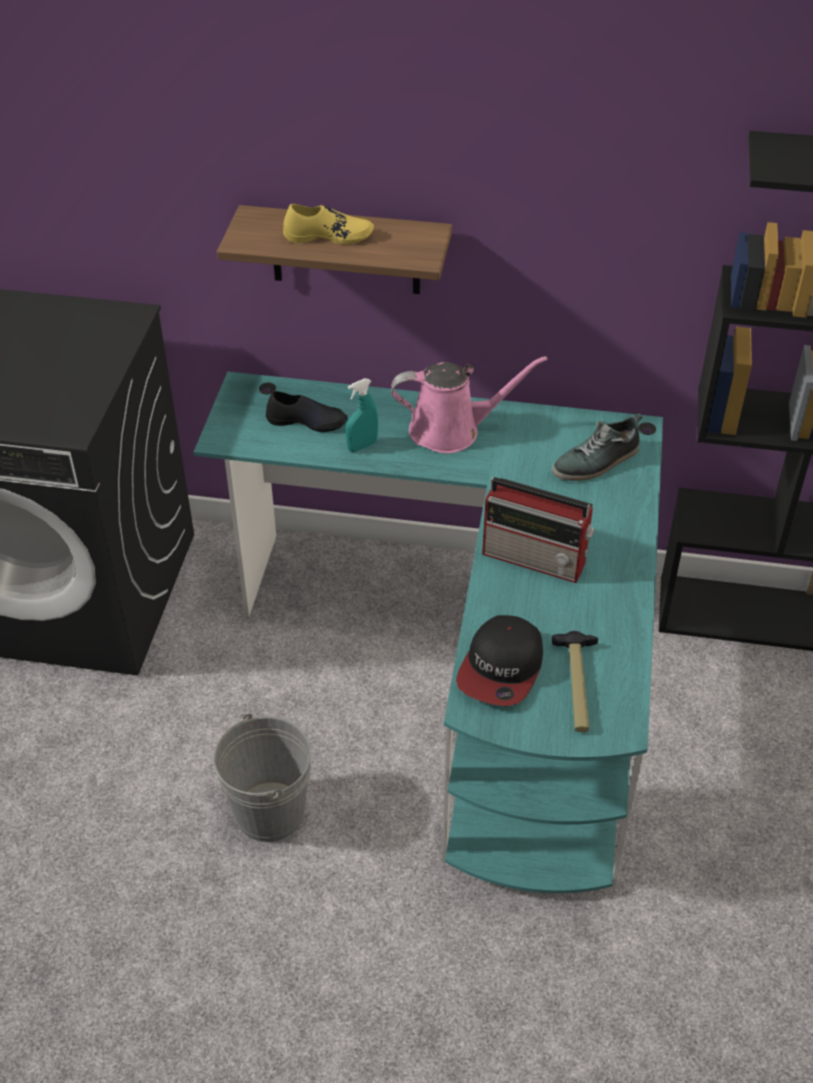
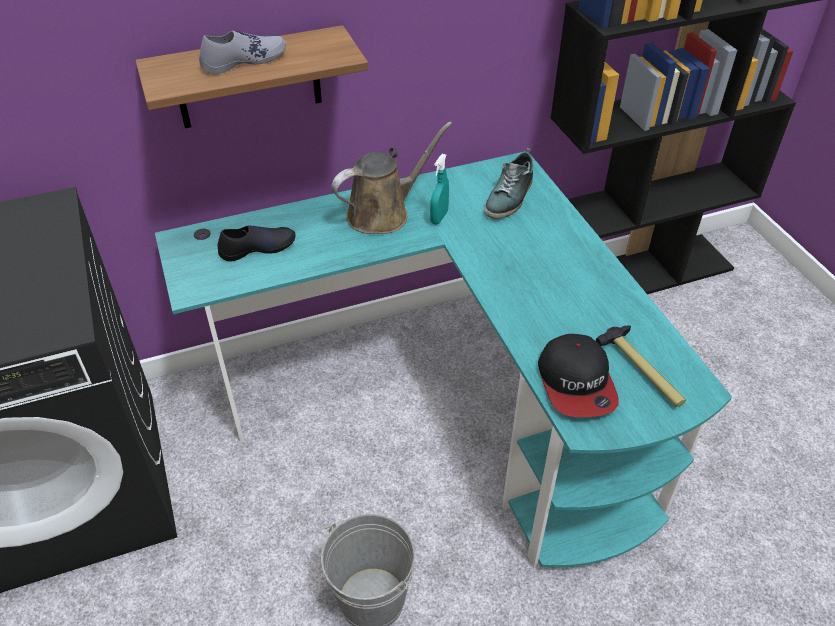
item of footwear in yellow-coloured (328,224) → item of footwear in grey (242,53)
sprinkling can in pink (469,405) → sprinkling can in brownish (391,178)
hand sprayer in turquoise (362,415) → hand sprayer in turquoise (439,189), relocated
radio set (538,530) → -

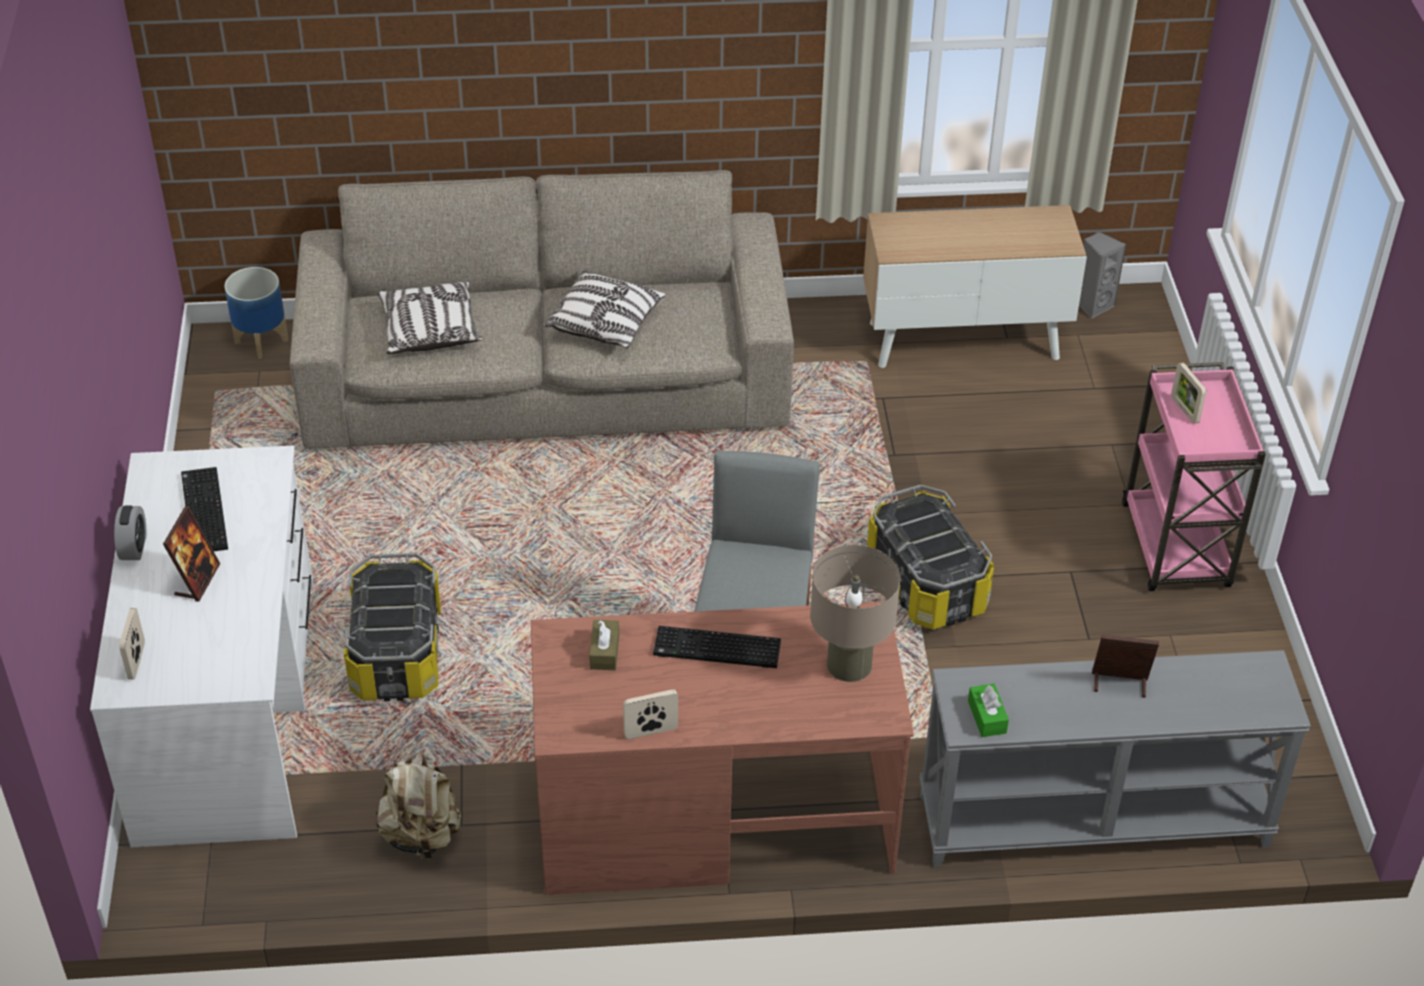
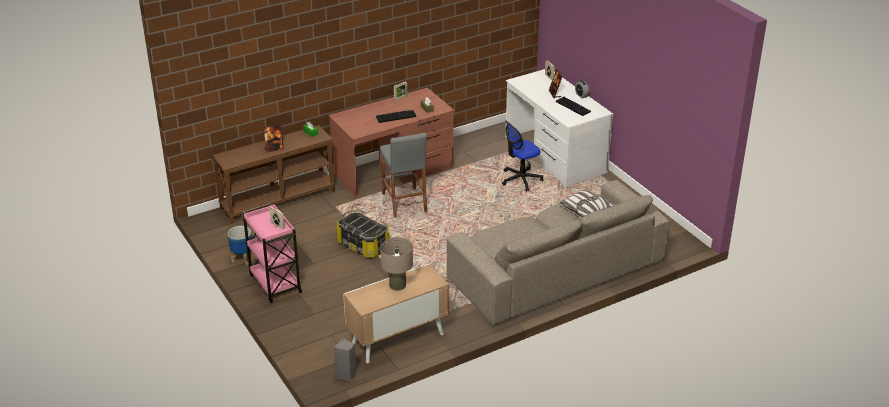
console table in grey (1115,758) → console table in brownish (274,174)
planter (256,313) → planter (241,245), relocated
table lamp in beige (855,613) → table lamp in beige (396,264), relocated
storage container (392,627) → computer chair (523,155)
backpack in beige (418,806) → -
pillow (605,309) → -

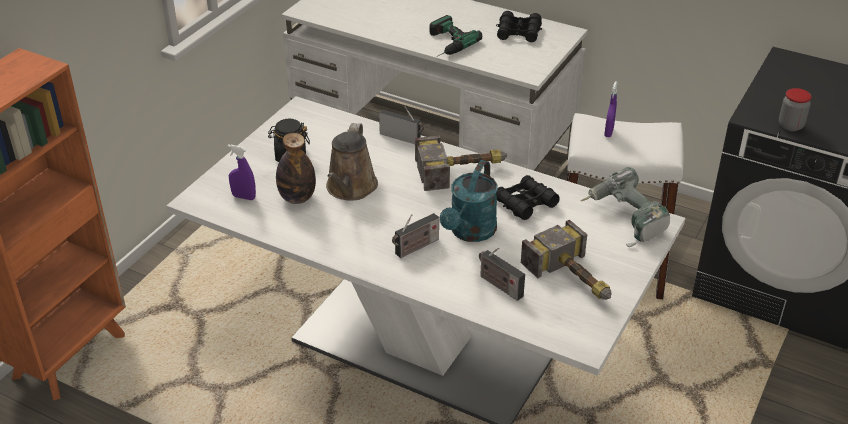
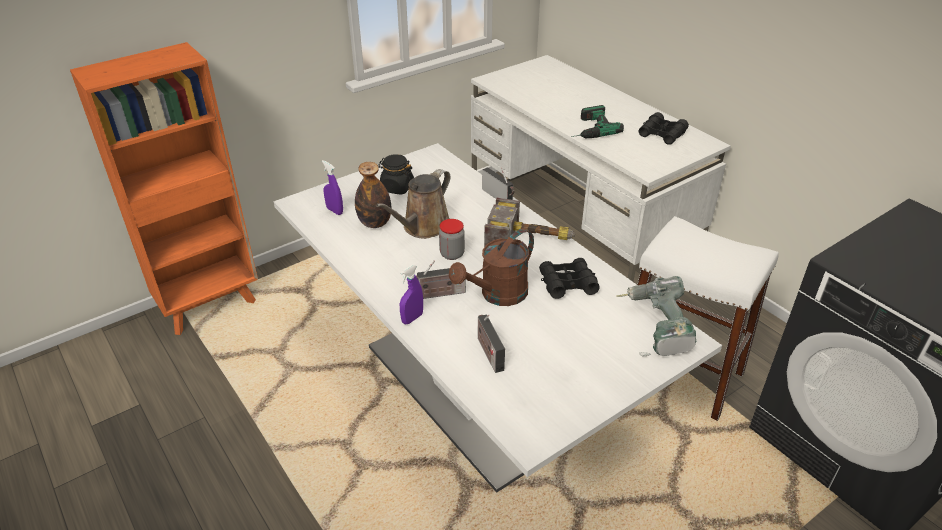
hand sprayer in purple (611,109) → hand sprayer in purple (411,294), relocated
preserve jar (795,109) → preserve jar (452,239), relocated
sprinkling can in turquoise (469,201) → sprinkling can in brownish (491,267)
hand hammer (566,260) → -

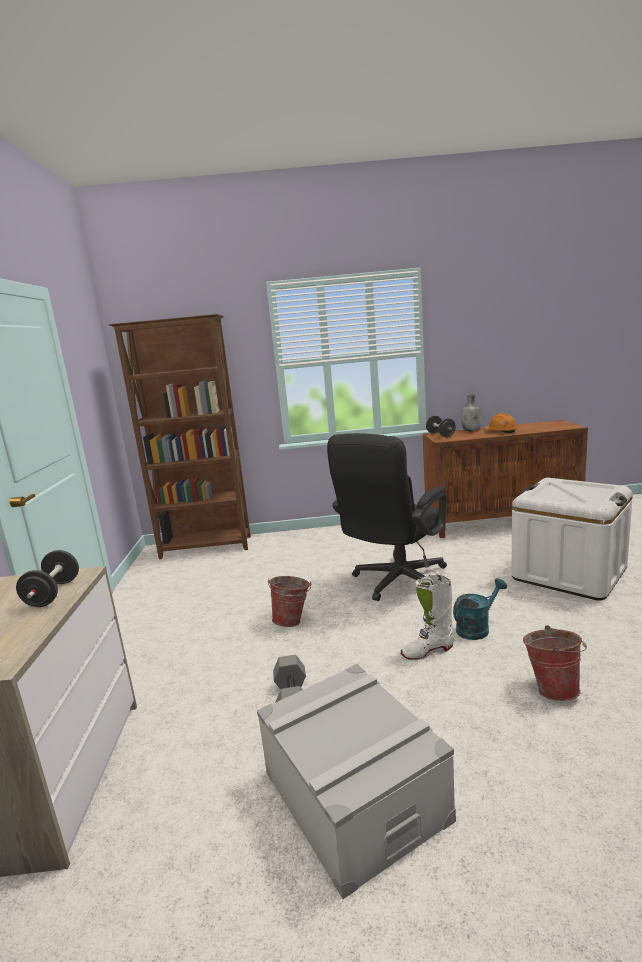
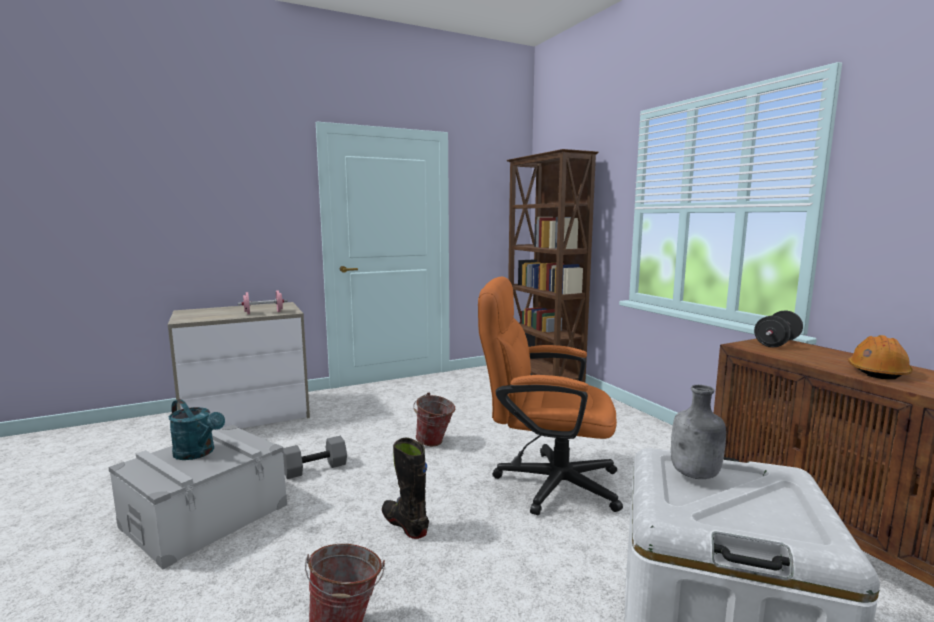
sprinkling can in turquoise (480,609) → sprinkling can in turquoise (197,429), relocated
free weight in black (47,578) → free weight in pink (263,302)
tall boot in whitish (427,617) → tall boot in black (405,488)
computer chair in black (387,517) → computer chair in orange (550,396)
drink bottle in grey (471,412) → drink bottle in grey (698,432), relocated

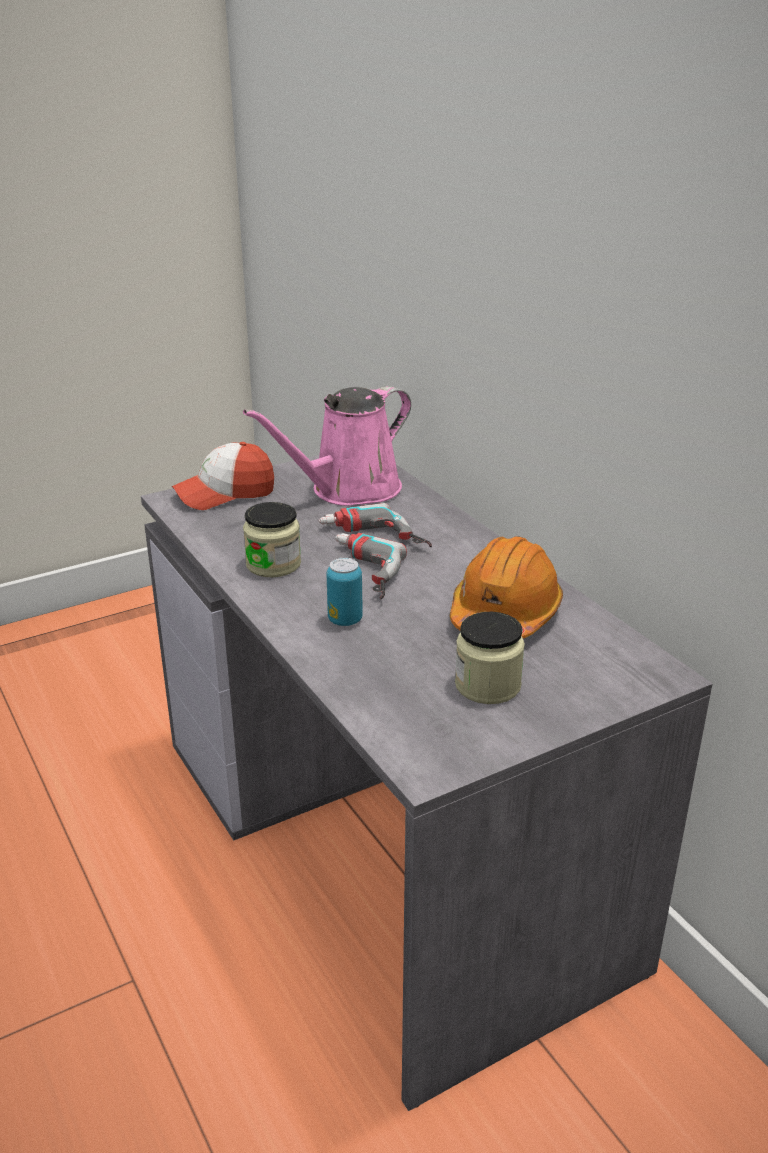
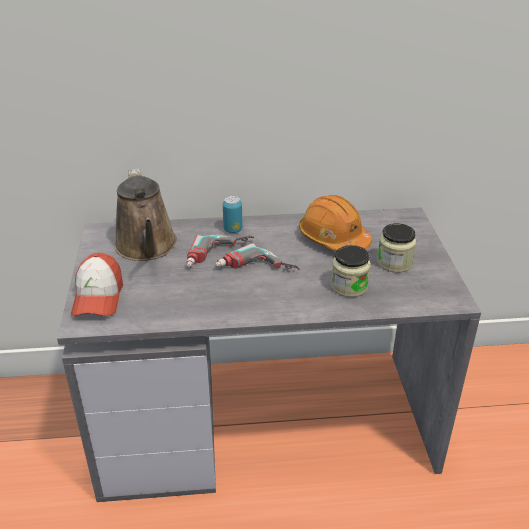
sprinkling can in pink (327,446) → sprinkling can in brownish (145,214)
metal can (345,592) → metal can (233,214), relocated
preserve jar (272,539) → preserve jar (351,271), relocated

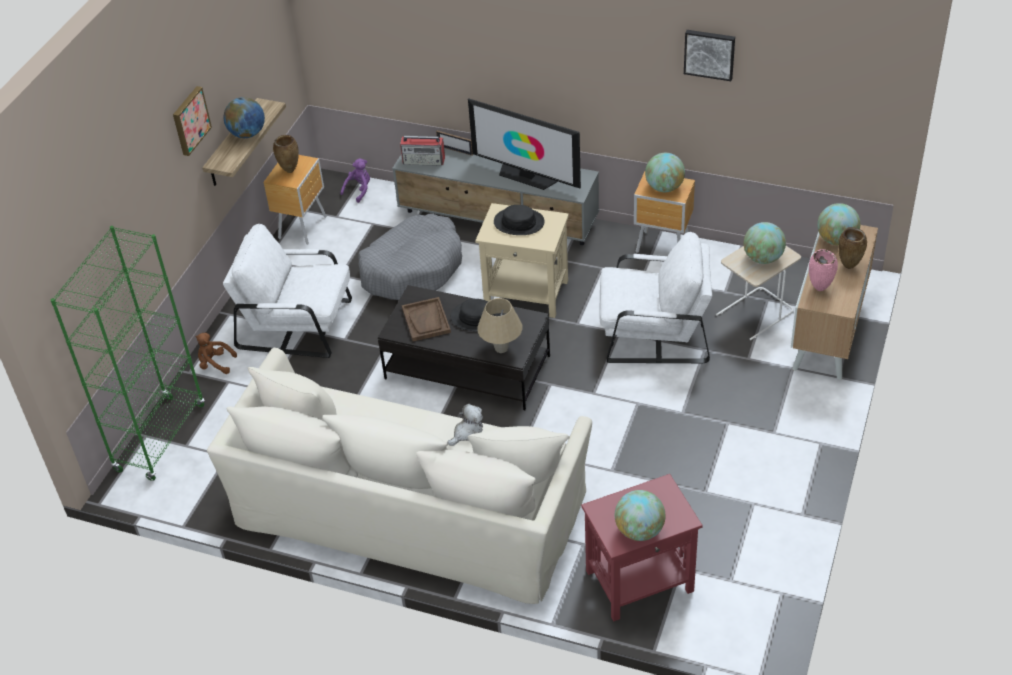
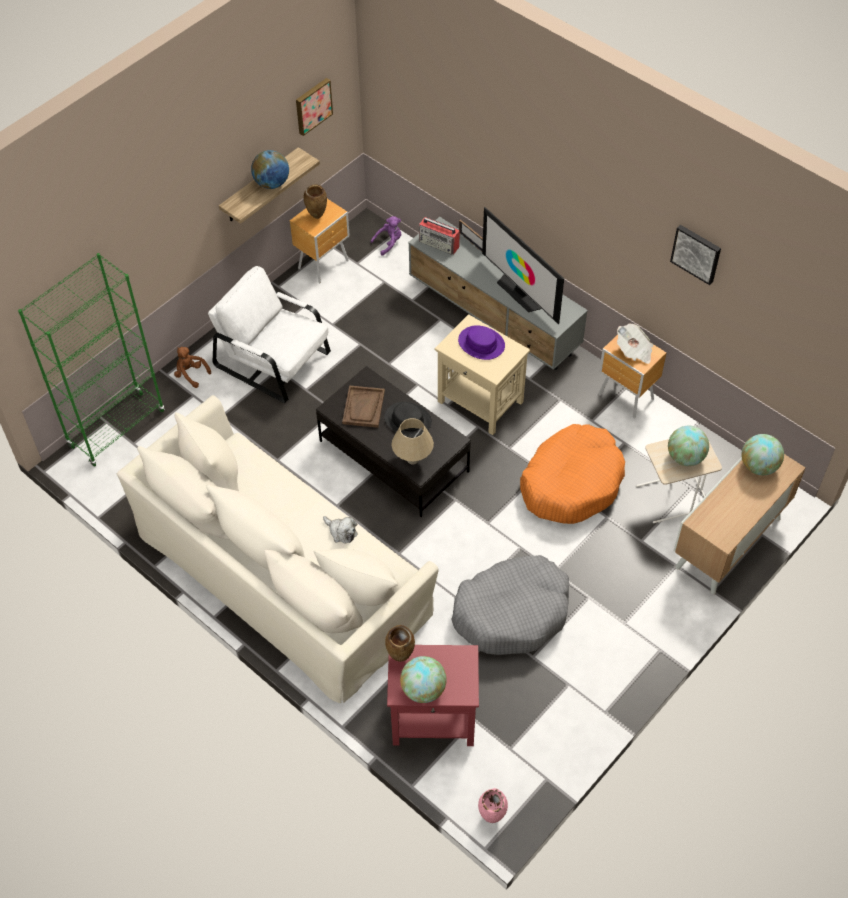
wall art (192,121) → wall art (314,107), relocated
soft toy (465,425) → soft toy (340,530), 60 degrees clockwise
flower vase in brownish (852,248) → flower vase in brownish (400,643), relocated
dog cushion in grey (410,257) → dog cushion in grey (510,605), relocated
wearable hat in black (519,220) → wearable hat in purple (481,342)
flower vase in pink (823,270) → flower vase in pink (493,805), relocated
armchair in whitish (655,297) → dog cushion in orange (572,474)
globe (665,172) → daily paper (635,344)

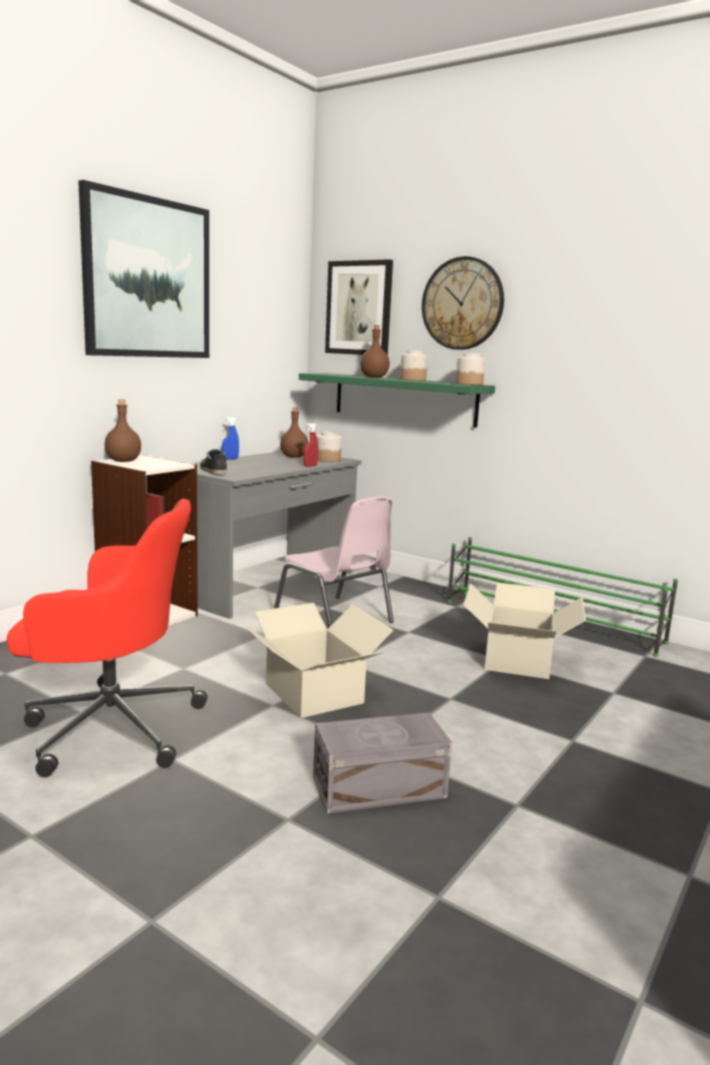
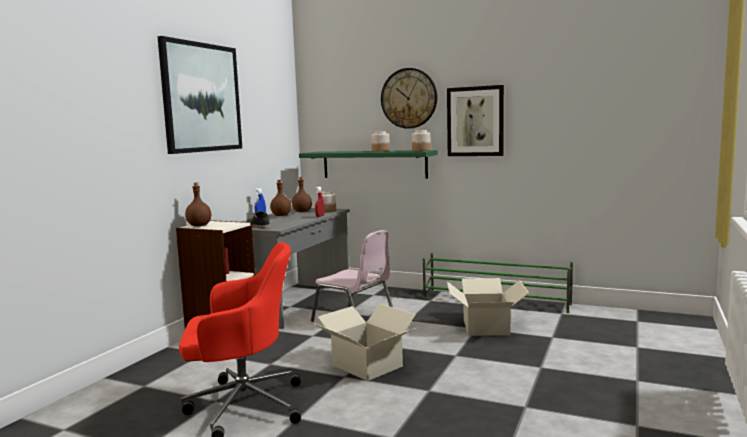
drink bottle in brownish (375,351) → drink bottle in brownish (281,198), relocated
wall art (359,307) → wall art (475,120), relocated
storage container in grey (382,763) → -

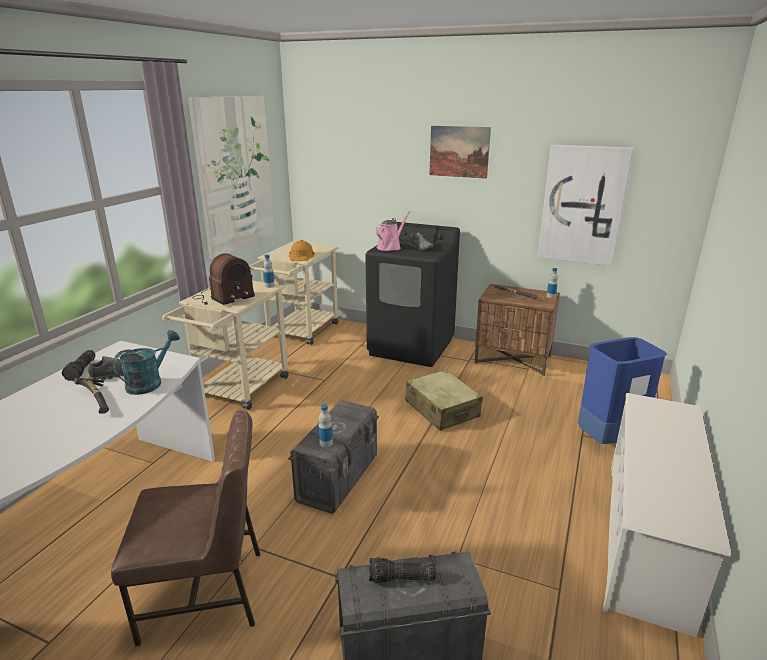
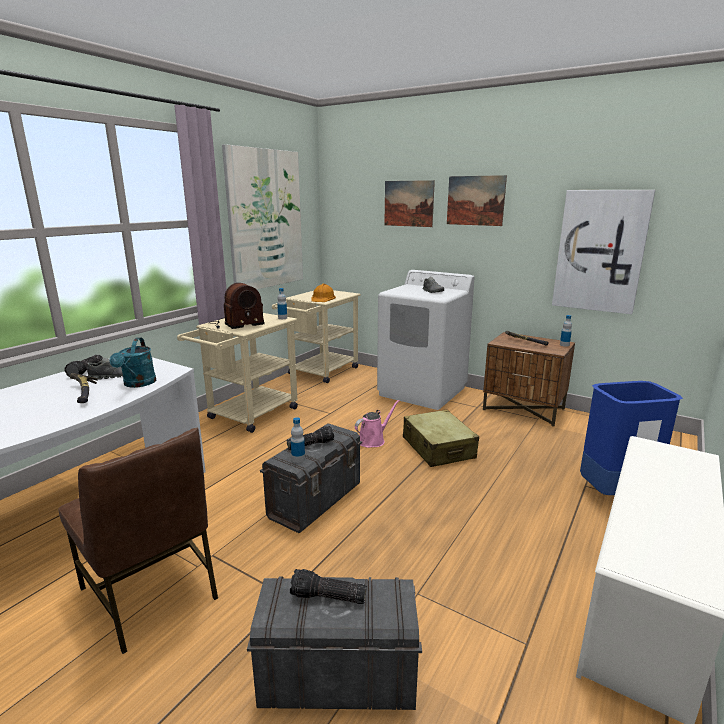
plain chair in brownish (185,528) → plain chair in brownish (138,541), 45 degrees clockwise
sprinkling can in turquoise (146,362) → sprinkling can in turquoise (132,362), 135 degrees clockwise
- → flashlight (310,438)
sprinkling can in pink (393,231) → sprinkling can in pink (377,424), relocated
laundry appliance in black (412,294) → laundry appliance in whitish (426,340)
- → wall art (409,203)

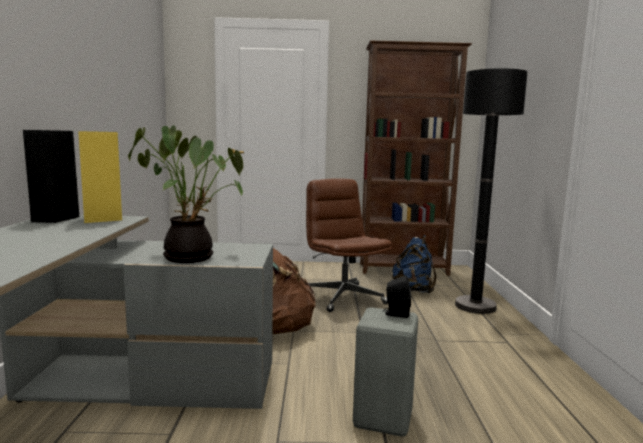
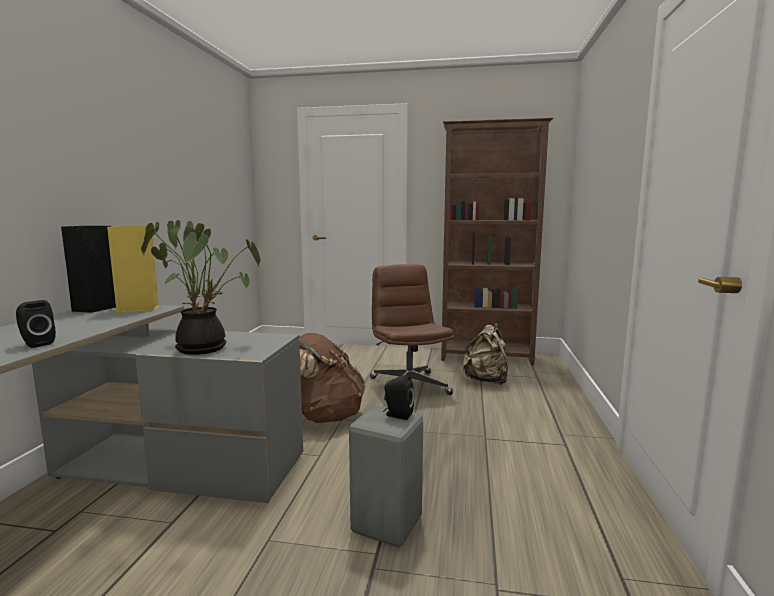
- → loudspeaker in black (36,324)
backpack in bluish (414,264) → backpack in beige (485,354)
floor lamp in black (491,191) → -

